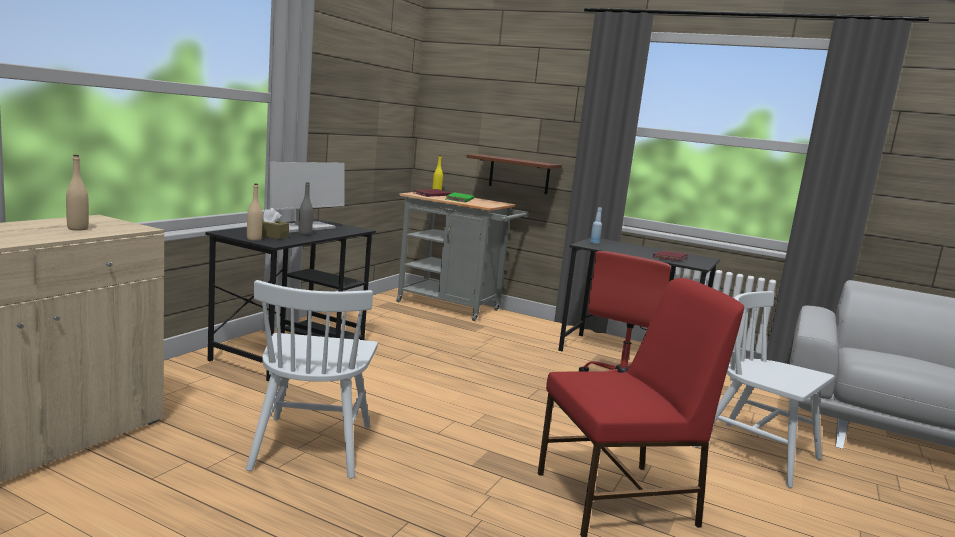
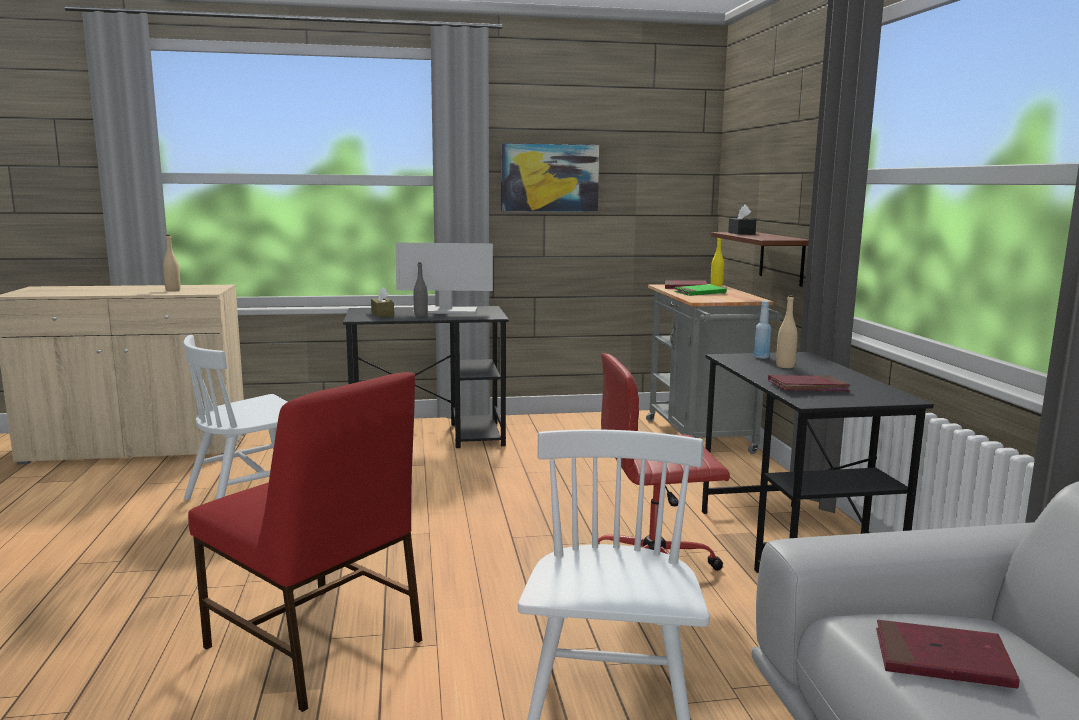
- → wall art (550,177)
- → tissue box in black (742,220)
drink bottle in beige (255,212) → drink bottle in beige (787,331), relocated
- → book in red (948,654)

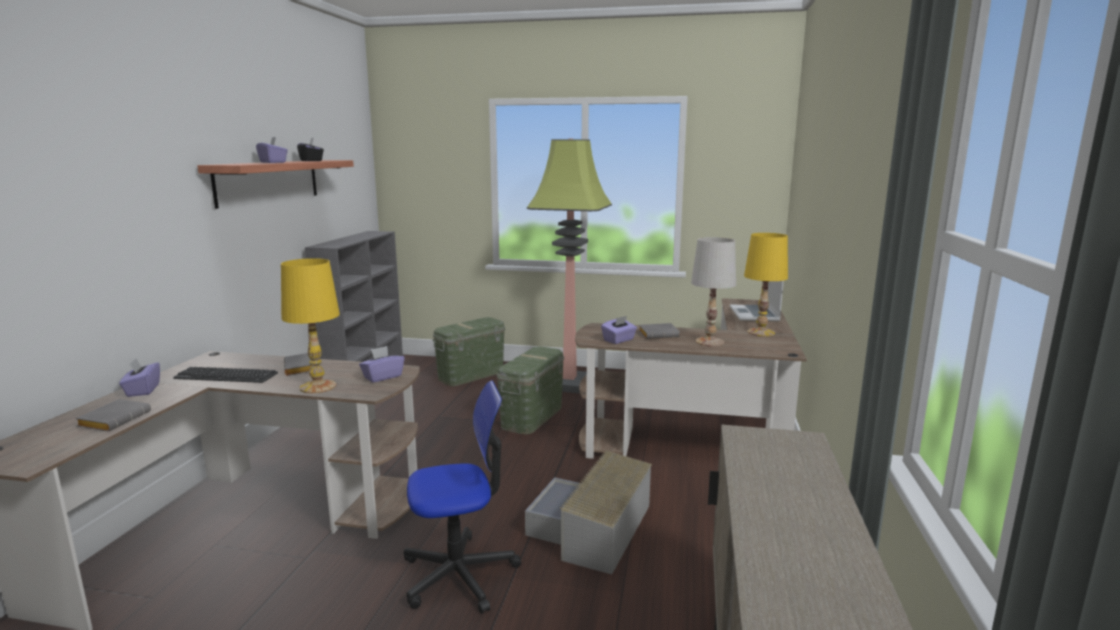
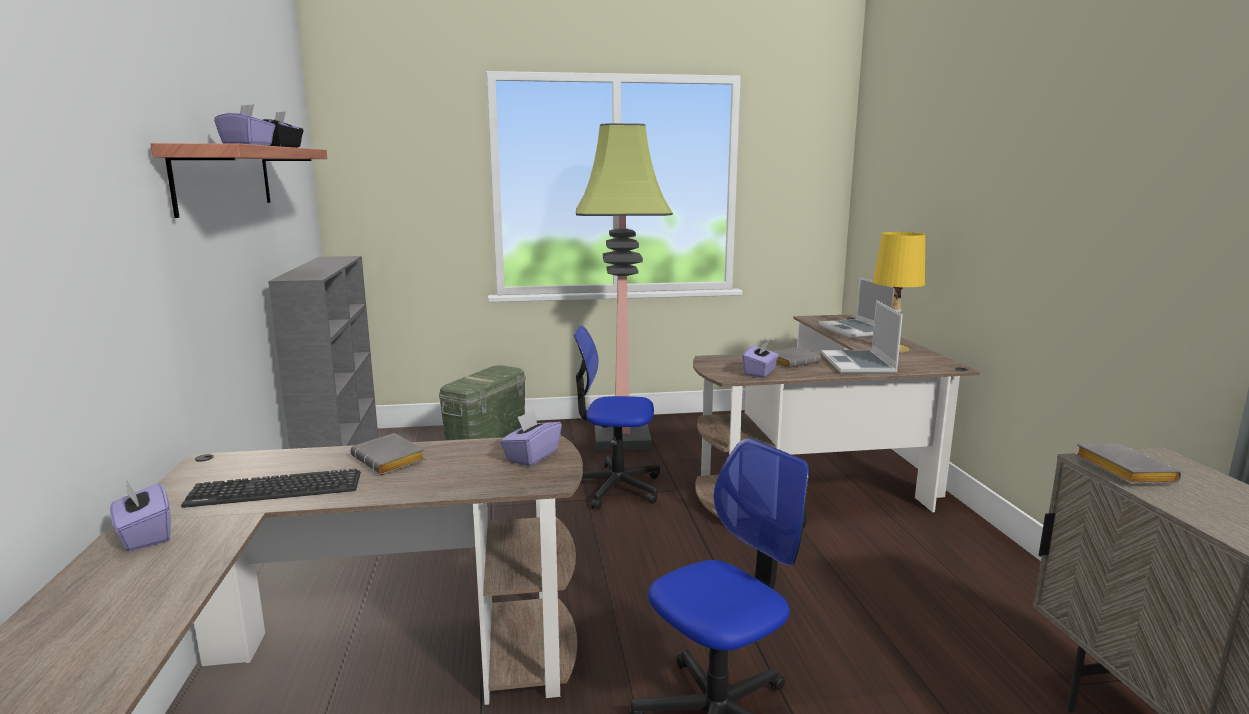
storage container in green (530,390) → computer chair (617,417)
table lamp in whitish (713,292) → portable computer (862,337)
book in grey (113,415) → book in grey (1128,464), relocated
table lamp in yellow-coloured (310,326) → -
storage container in grey (588,512) → -

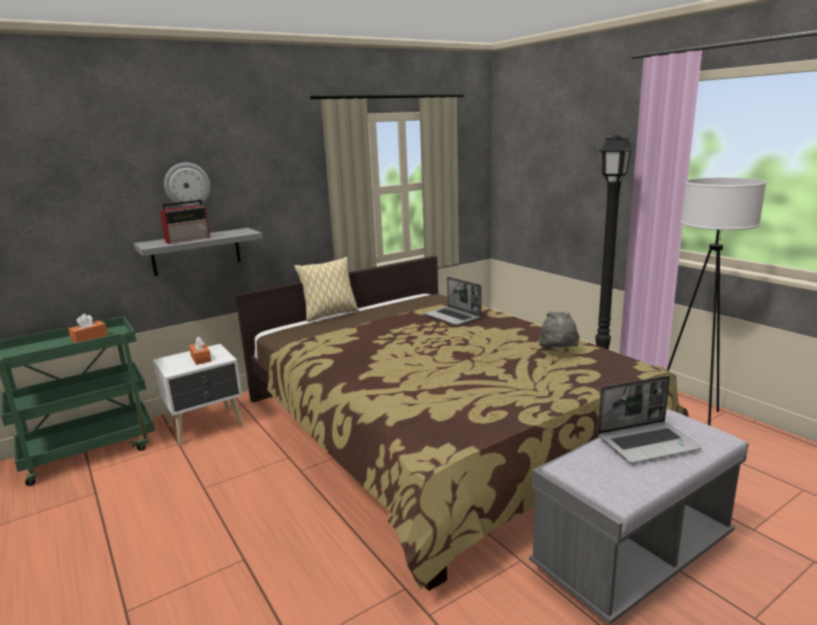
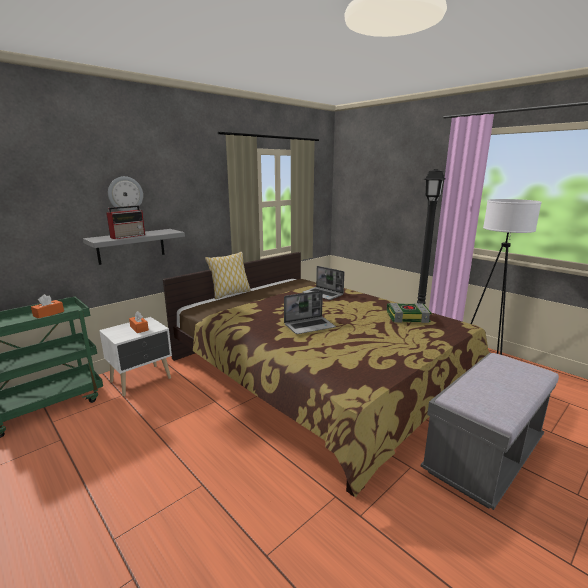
portable computer (649,419) → portable computer (310,312), relocated
wearable hat in grey (559,329) → book (409,313)

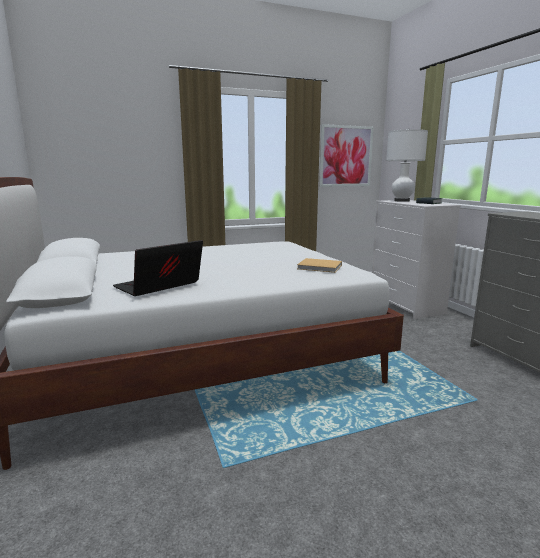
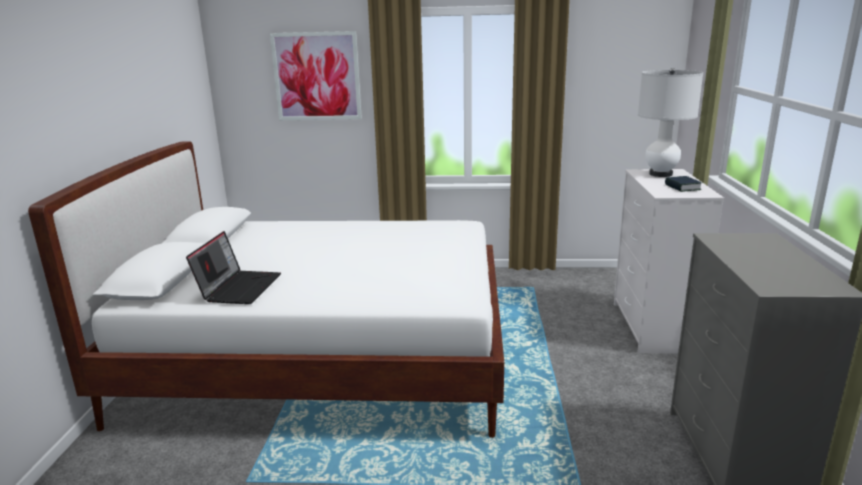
portable computer (158,268) → portable computer (233,267), 120 degrees clockwise
wall art (346,155) → wall art (316,75), relocated
book in beige (319,265) → -

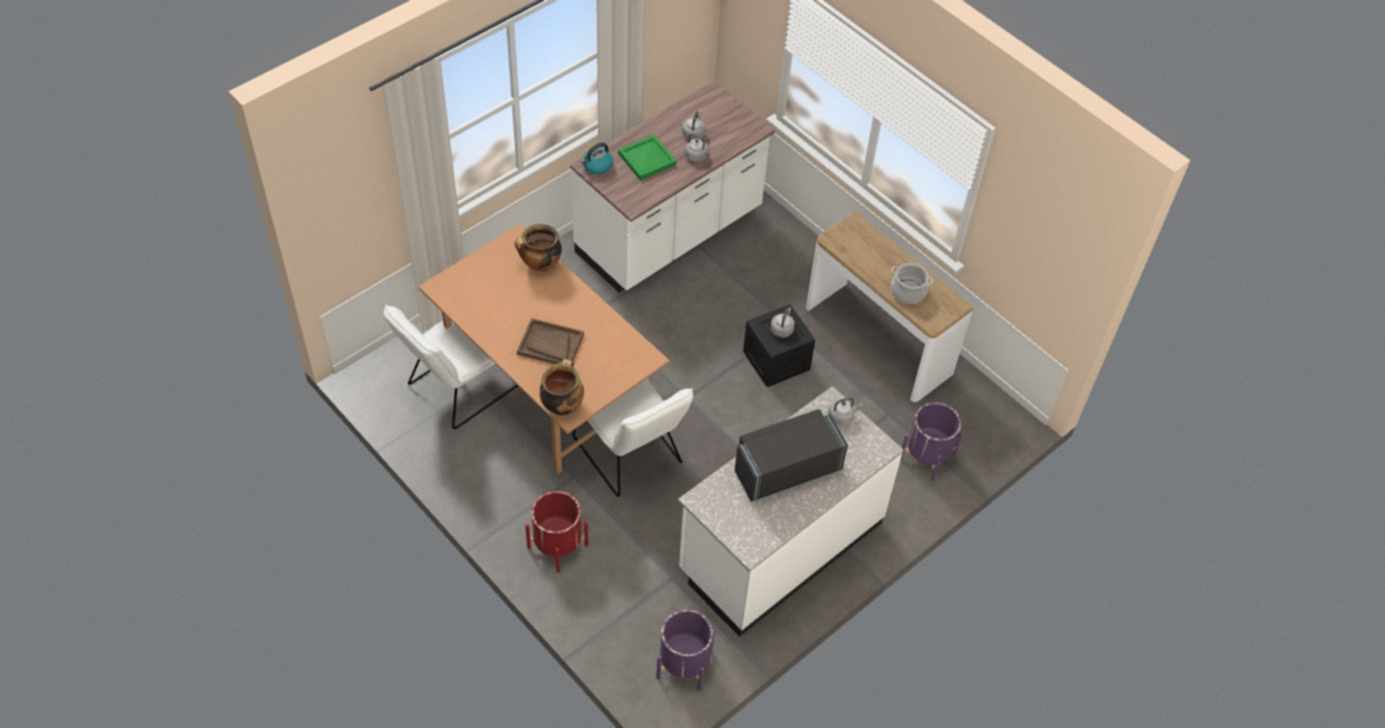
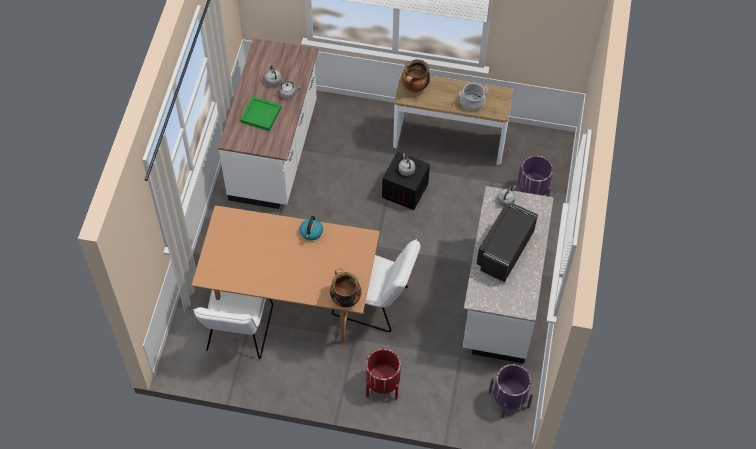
tea kettle (597,159) → tea kettle (311,228), relocated
stockpot (538,248) → stockpot (415,76), relocated
carrying tray in brownish (550,341) → -

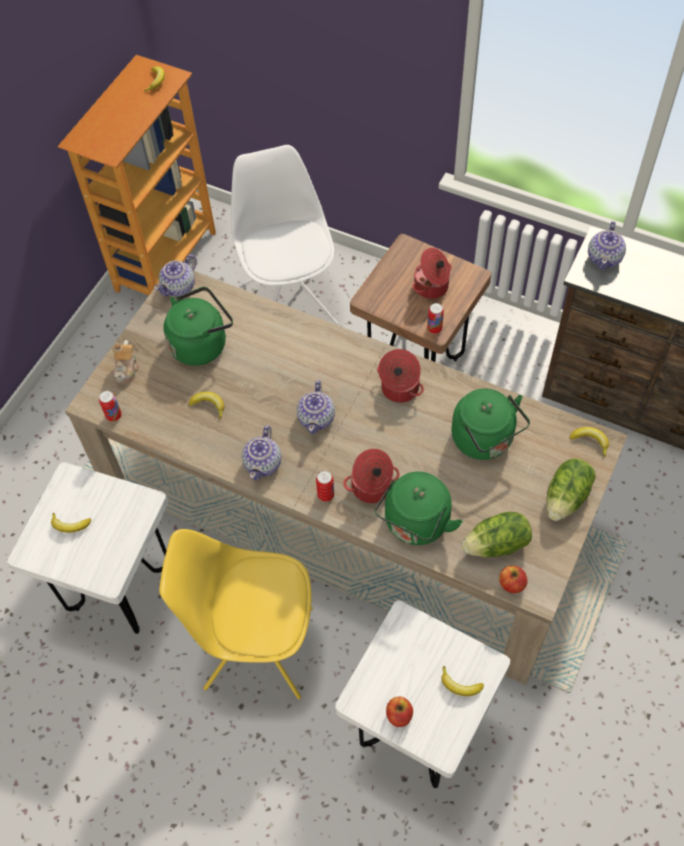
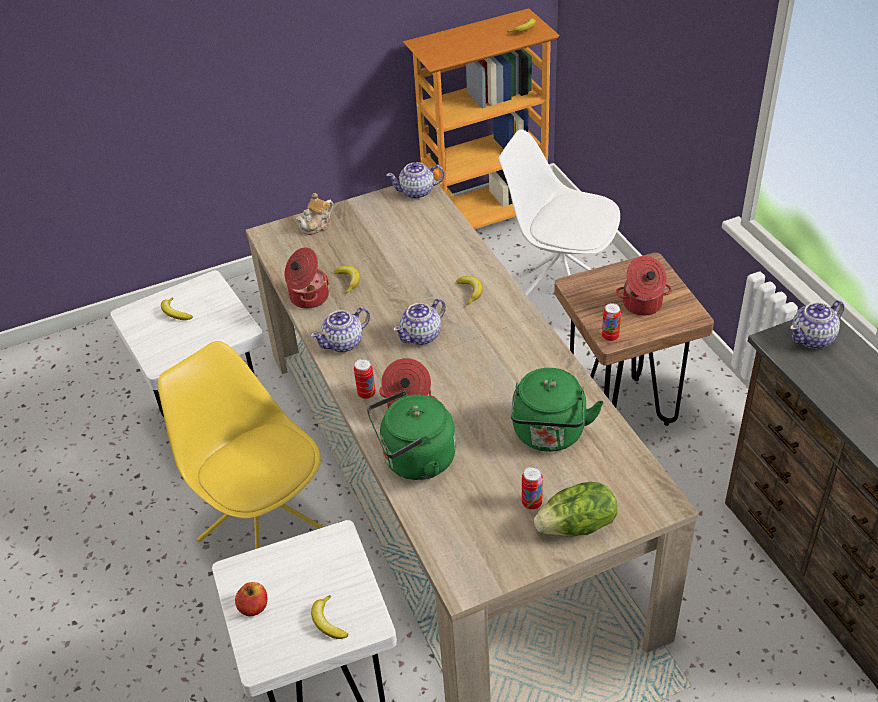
stockpot (400,376) → stockpot (307,278), relocated
whole banana (589,442) → whole banana (469,290), relocated
plain chair in whitish (285,235) → plain chair in whitish (559,212), 90 degrees counterclockwise
metal can (110,406) → metal can (532,488), relocated
tea kettle in green (198,326) → -
head of lettuce (497,534) → -
apple (513,579) → -

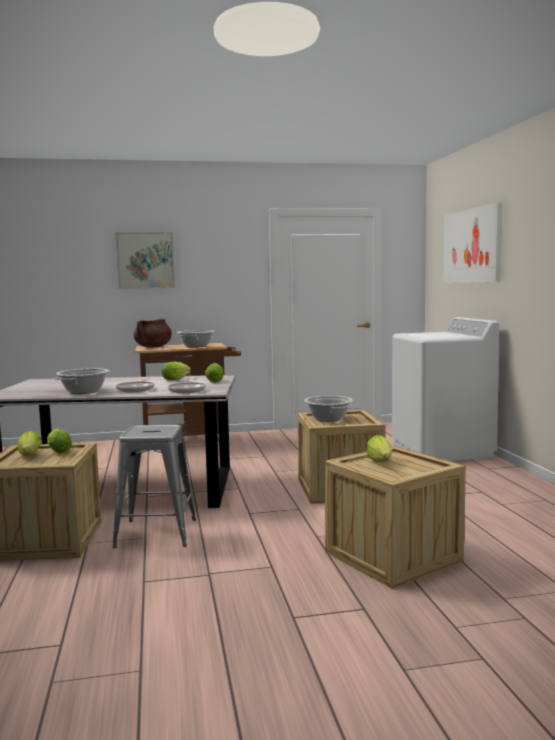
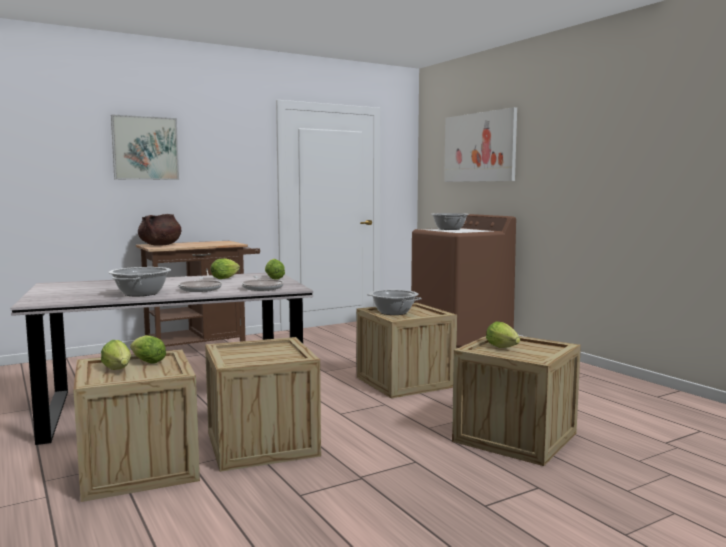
sitting stool in grey (154,486) → shipping crate (263,404)
laundry appliance in whitish (445,389) → laundry appliance in brownish (463,281)
stockpot (196,338) → stockpot (450,221), relocated

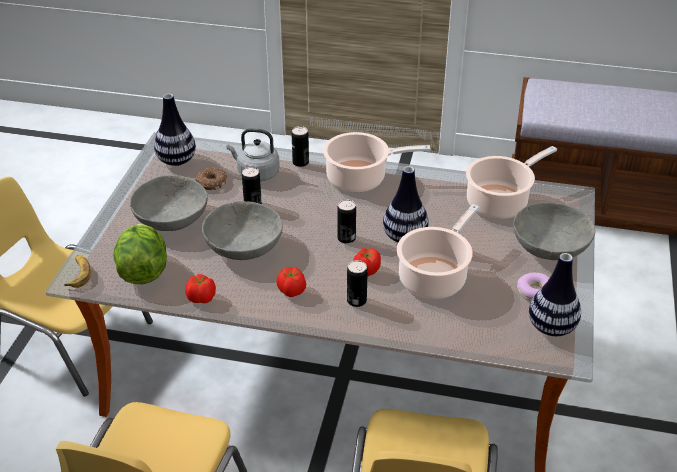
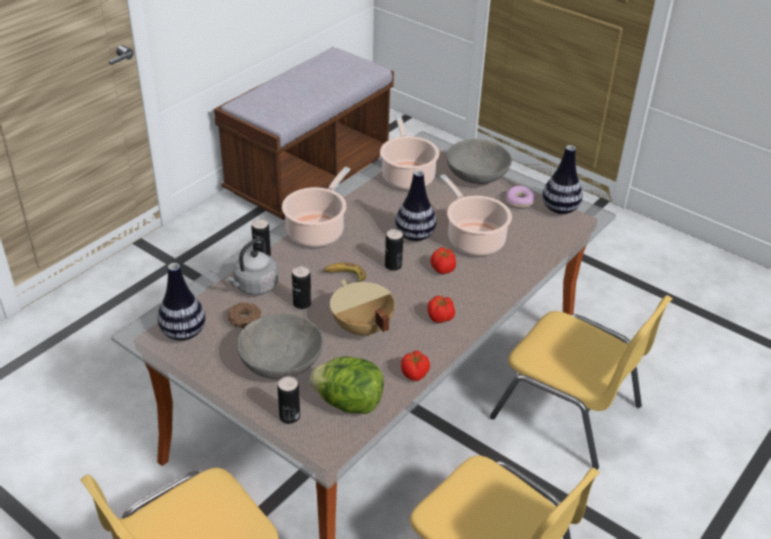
metal can (357,283) → metal can (288,400), relocated
whole banana (77,271) → whole banana (345,272), relocated
bowl in grey (242,230) → stockpot in beige (362,308)

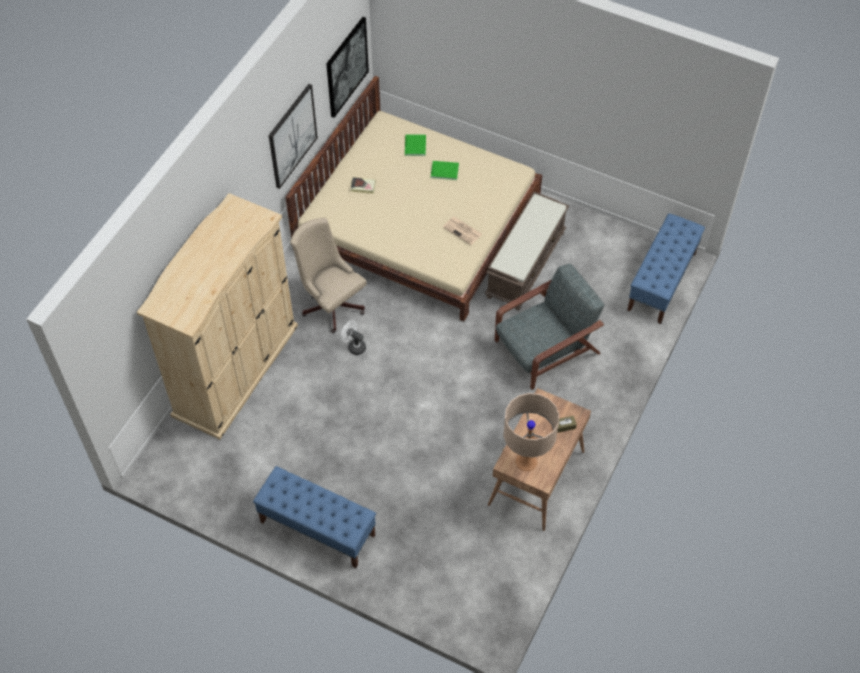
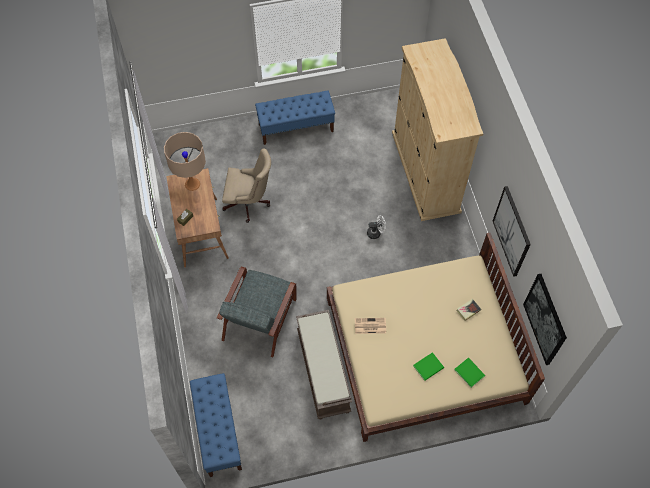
computer chair in beige (328,275) → computer chair in beige (246,185), relocated

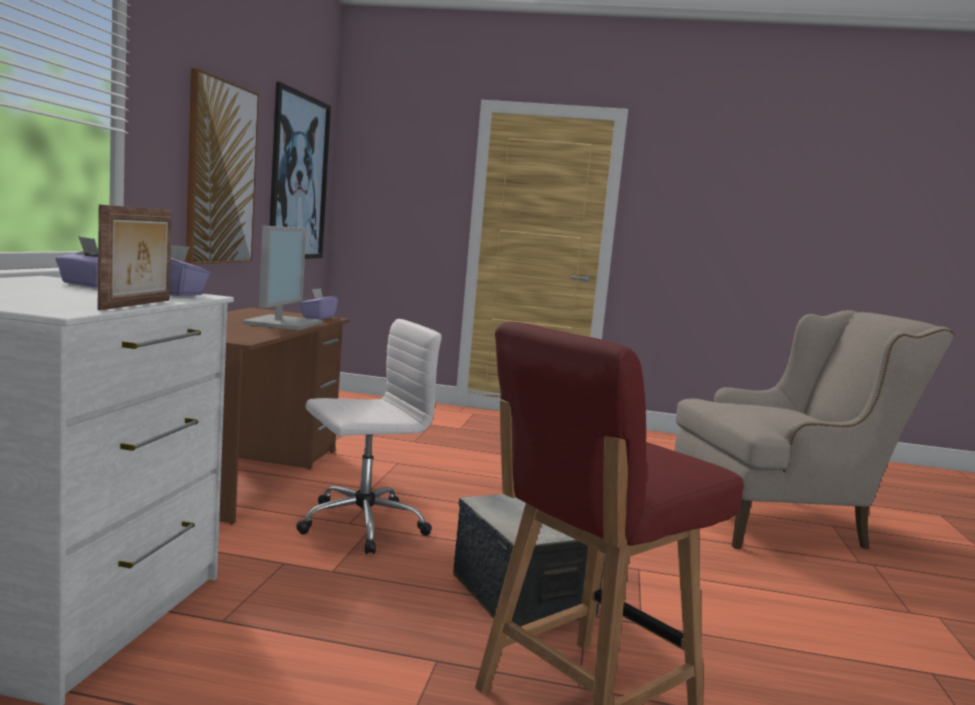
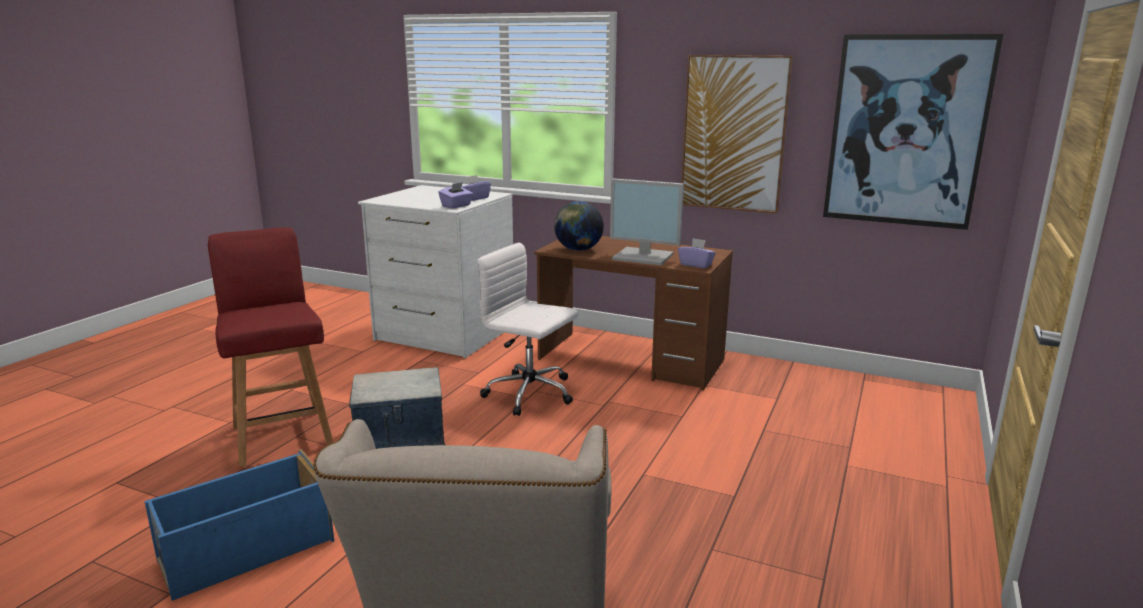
- → storage container in bluish (239,525)
computer chair in whitish (369,436) → computer chair in whitish (528,329), 135 degrees clockwise
- → globe (579,226)
picture frame (134,257) → -

